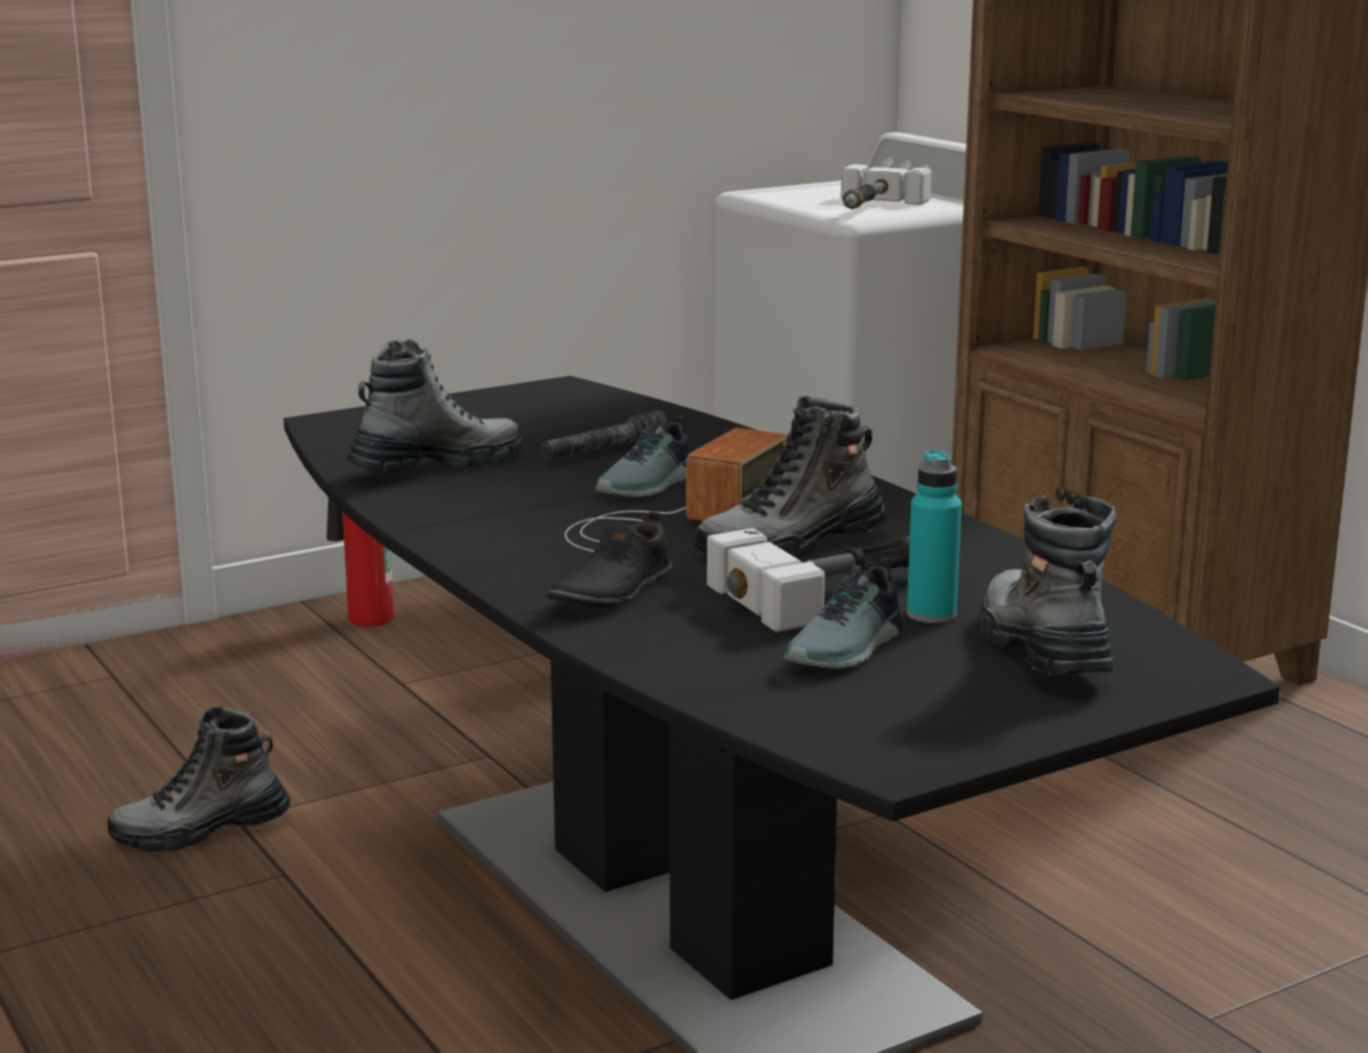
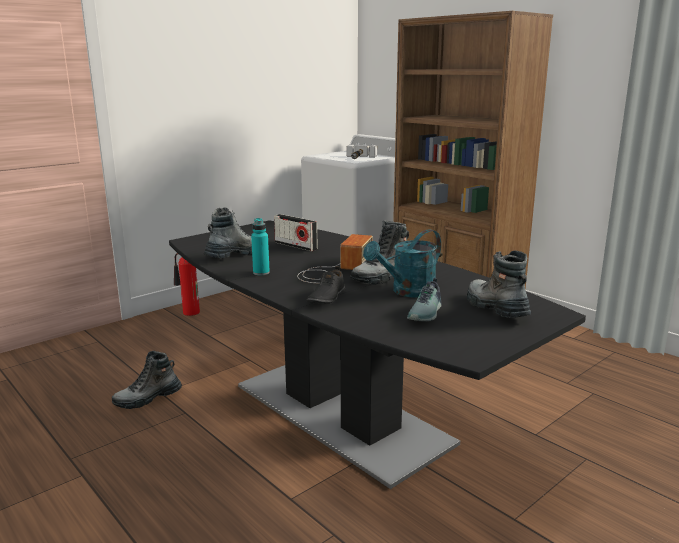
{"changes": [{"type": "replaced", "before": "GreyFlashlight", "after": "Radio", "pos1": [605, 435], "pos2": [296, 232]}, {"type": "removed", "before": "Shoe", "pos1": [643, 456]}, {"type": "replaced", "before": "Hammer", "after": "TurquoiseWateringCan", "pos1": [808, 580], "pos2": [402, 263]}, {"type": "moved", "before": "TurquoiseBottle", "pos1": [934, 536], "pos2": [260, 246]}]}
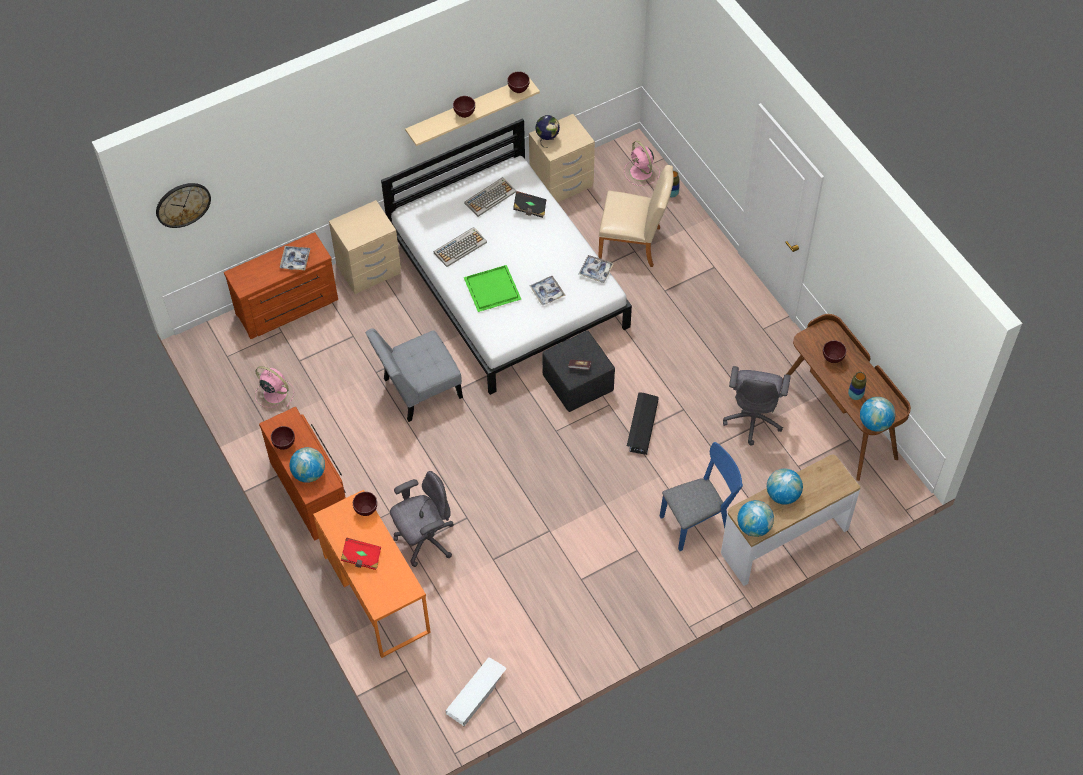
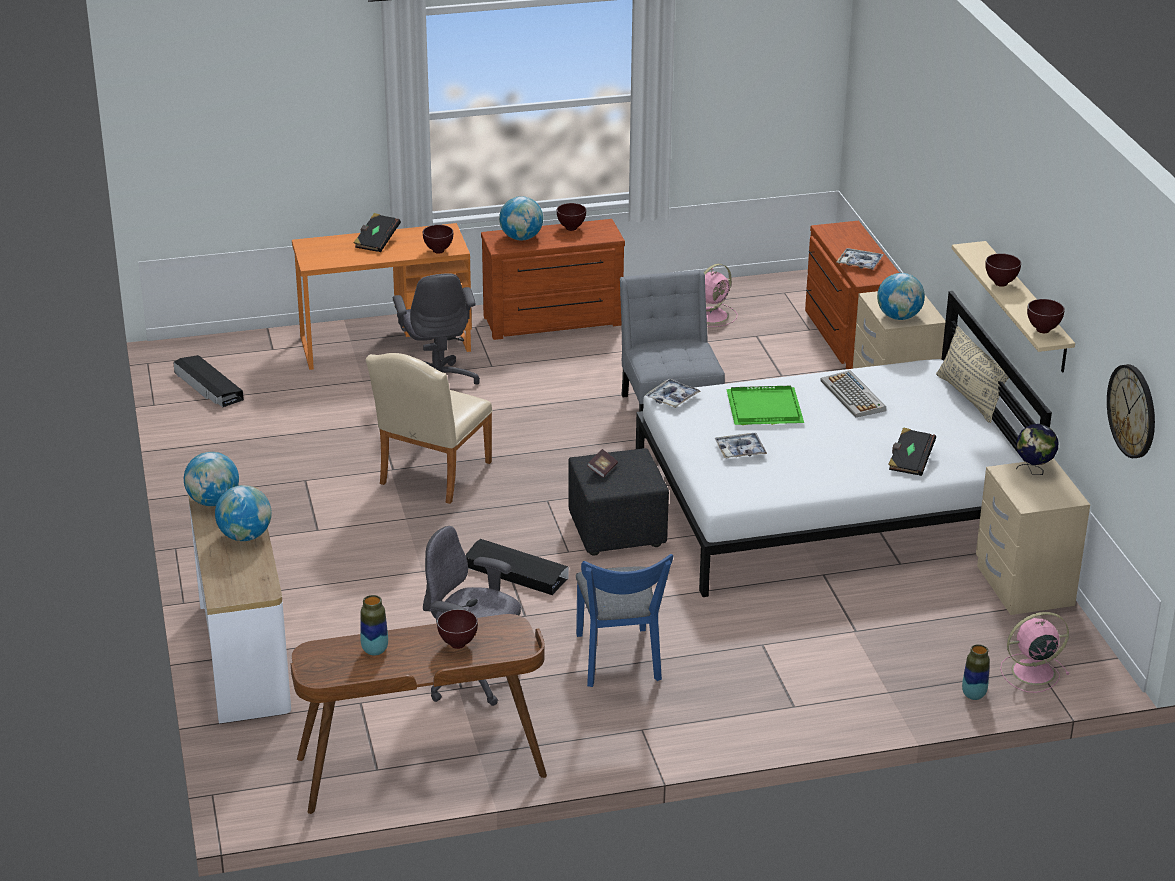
{"changes": [{"type": "moved", "before": "WallClock", "pos1": [183, 205], "pos2": [1131, 411]}, {"type": "recoloured", "before": "RedBook", "after": "BlackBook", "pos1": [361, 553], "pos2": [377, 232]}, {"type": "recoloured", "before": "WhiteStorageBox", "after": "BlackStorageBox", "pos1": [476, 691], "pos2": [208, 381]}, {"type": "removed", "before": "Keyboard", "pos1": [490, 197]}, {"type": "moved", "before": "Tray", "pos1": [596, 269], "pos2": [673, 393]}, {"type": "moved", "before": "BeigeChair", "pos1": [636, 216], "pos2": [429, 428]}, {"type": "moved", "before": "BlueChair", "pos1": [701, 496], "pos2": [624, 620]}, {"type": "moved", "before": "Globe", "pos1": [877, 414], "pos2": [901, 296]}, {"type": "added", "after": "BeigePillow", "pos2": [972, 374]}]}
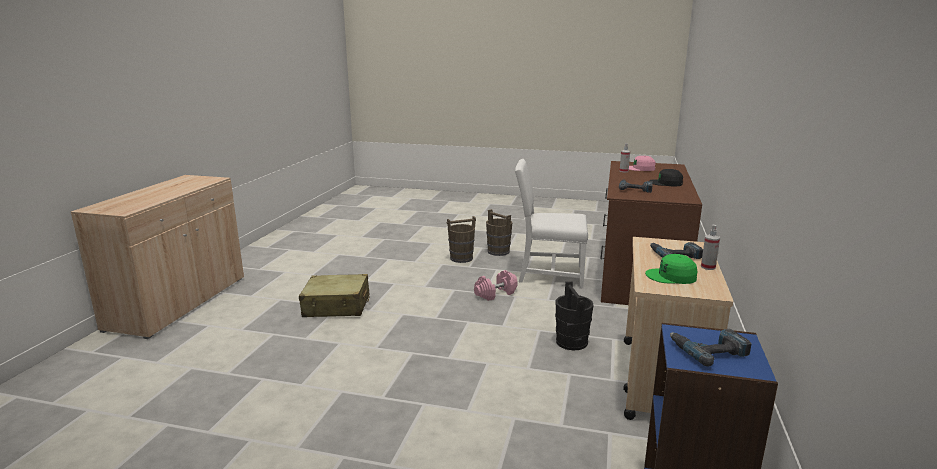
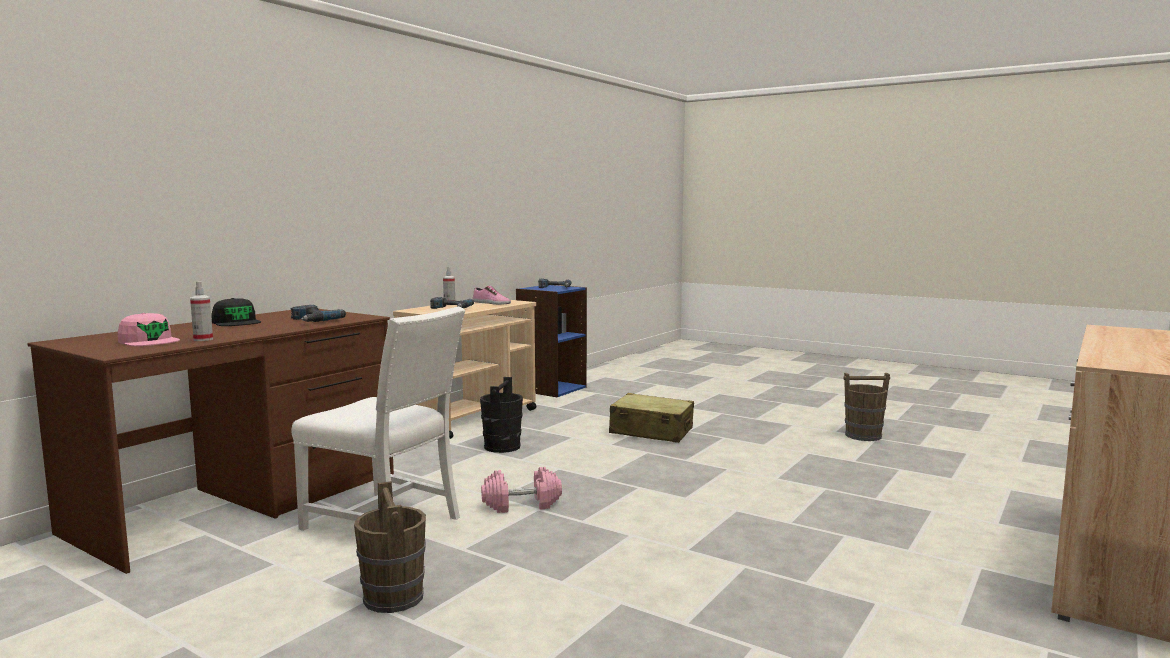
{"changes": [{"type": "moved", "before": "BeigeSuitcase", "pos1": [334, 295], "pos2": [651, 418]}, {"type": "moved", "before": "BrownBucket", "pos1": [461, 239], "pos2": [866, 407]}, {"type": "replaced", "before": "GreenCap", "after": "Shoe", "pos1": [671, 269], "pos2": [492, 295]}]}
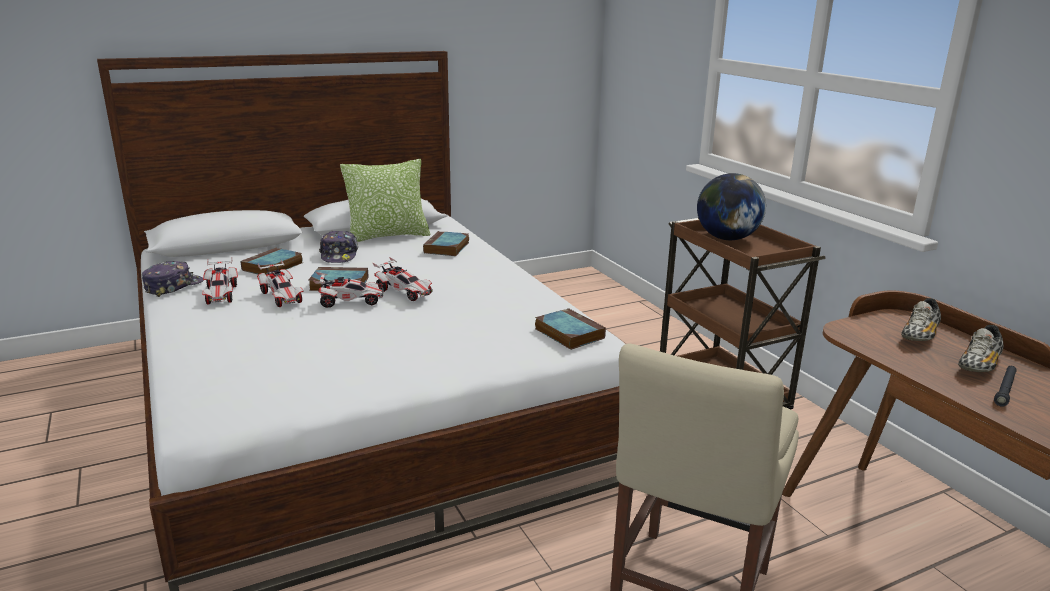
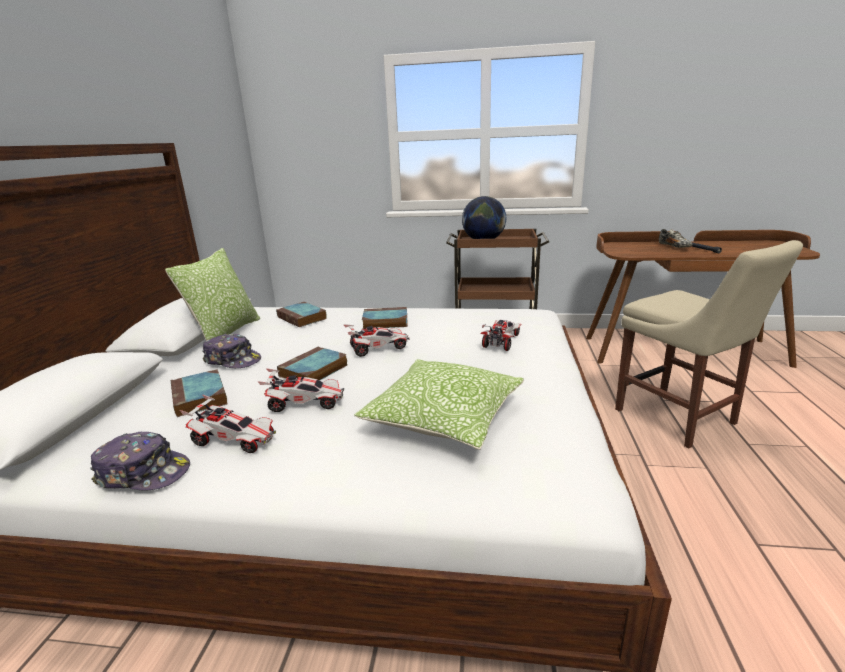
{"changes": [{"type": "turned", "before": "Cap", "pos1": [173, 279], "pos2": [140, 461], "turn": 120}, {"type": "moved", "before": "ToyCar", "pos1": [349, 290], "pos2": [501, 335]}, {"type": "moved", "before": "Book", "pos1": [570, 329], "pos2": [385, 318]}, {"type": "removed", "before": "Shoe", "pos1": [921, 319]}, {"type": "added", "after": "Pillow", "pos2": [439, 404]}]}
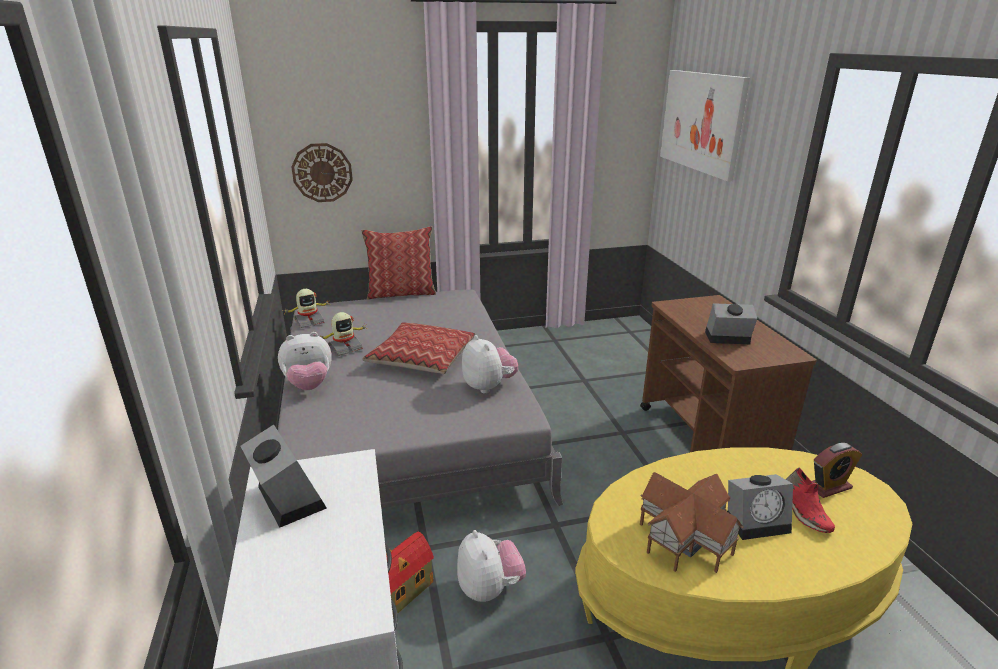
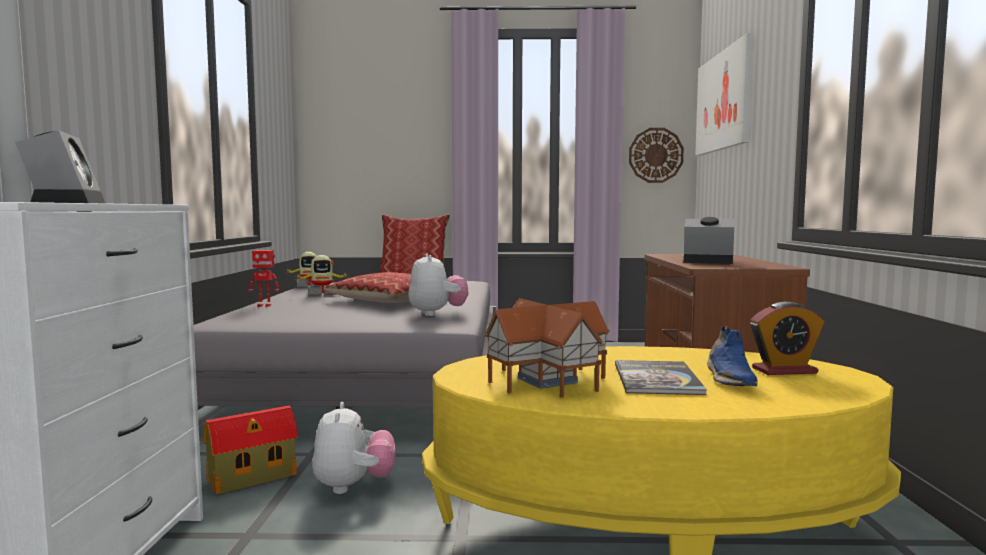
{"changes": [{"type": "replaced", "before": "PlushToy", "after": "ToyRobot", "pos1": [305, 361], "pos2": [263, 278]}, {"type": "moved", "before": "WallClock", "pos1": [322, 172], "pos2": [656, 155]}, {"type": "replaced", "before": "AlarmClock", "after": "Book", "pos1": [760, 507], "pos2": [661, 377]}, {"type": "recoloured", "before": "RedShoe", "after": "BlueShoe", "pos1": [810, 500], "pos2": [732, 356]}]}
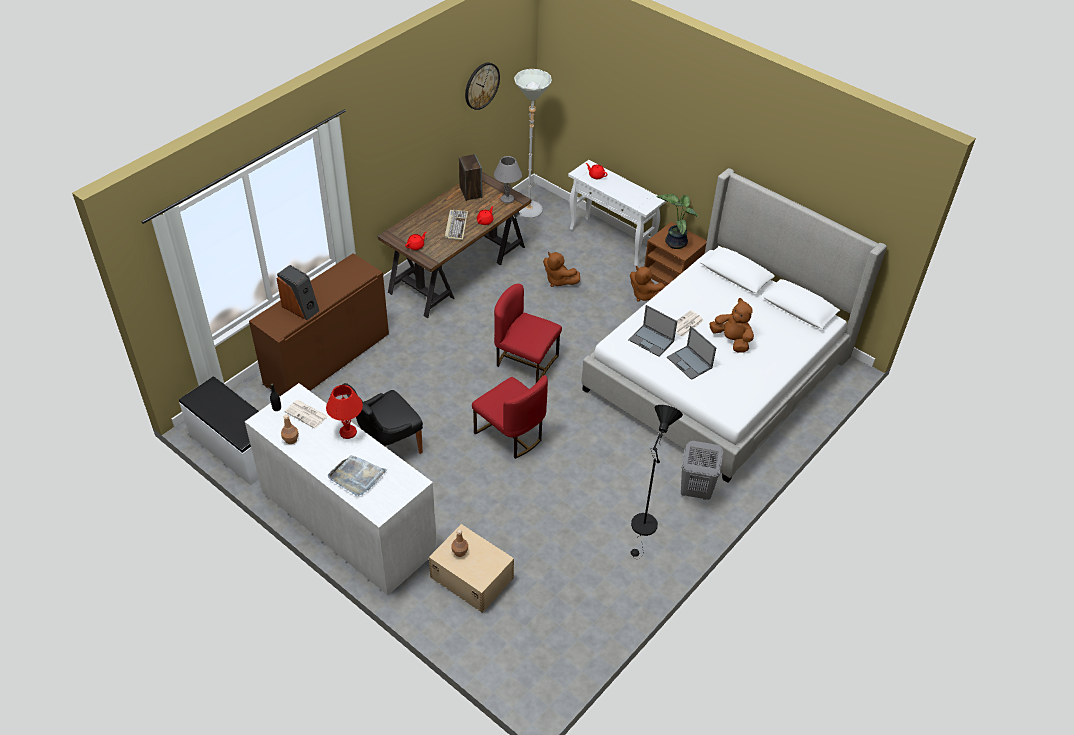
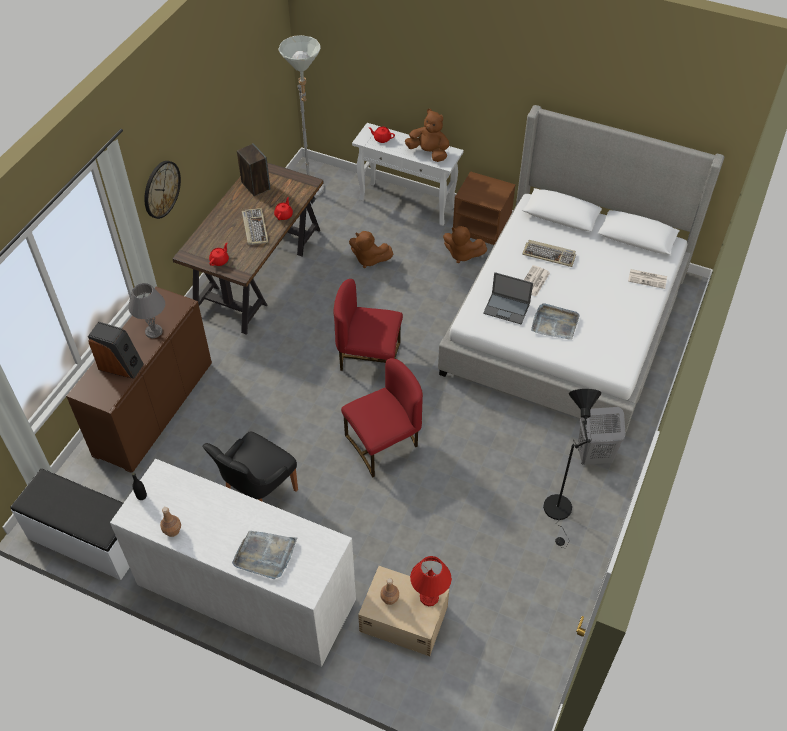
{"changes": [{"type": "moved", "before": "Newspaper", "pos1": [306, 414], "pos2": [647, 279]}, {"type": "moved", "before": "RedTableLamp", "pos1": [344, 412], "pos2": [431, 581]}, {"type": "moved", "before": "WallClock", "pos1": [482, 86], "pos2": [162, 190]}, {"type": "turned", "before": "RedChair", "pos1": [510, 417], "pos2": [382, 418], "turn": -60}, {"type": "moved", "before": "GreyTableLamp", "pos1": [508, 180], "pos2": [147, 311]}, {"type": "removed", "before": "PottedPlant", "pos1": [678, 221]}, {"type": "replaced", "before": "Laptop", "after": "GreyTray", "pos1": [691, 353], "pos2": [555, 321]}, {"type": "moved", "before": "BrownPlushToy", "pos1": [731, 325], "pos2": [427, 135]}, {"type": "added", "after": "Keyboard", "pos2": [549, 253]}]}
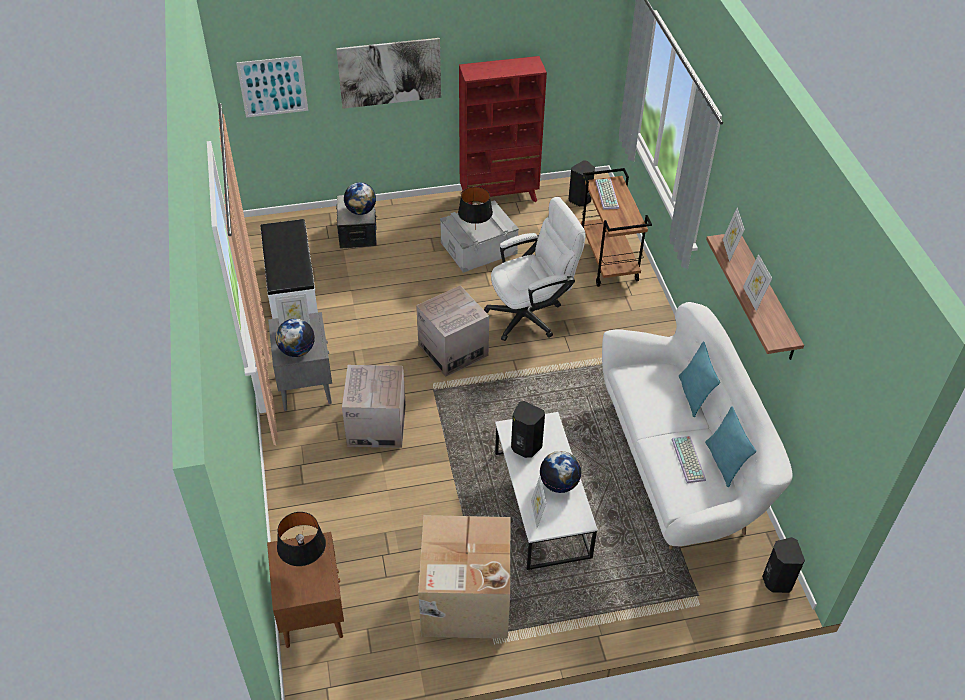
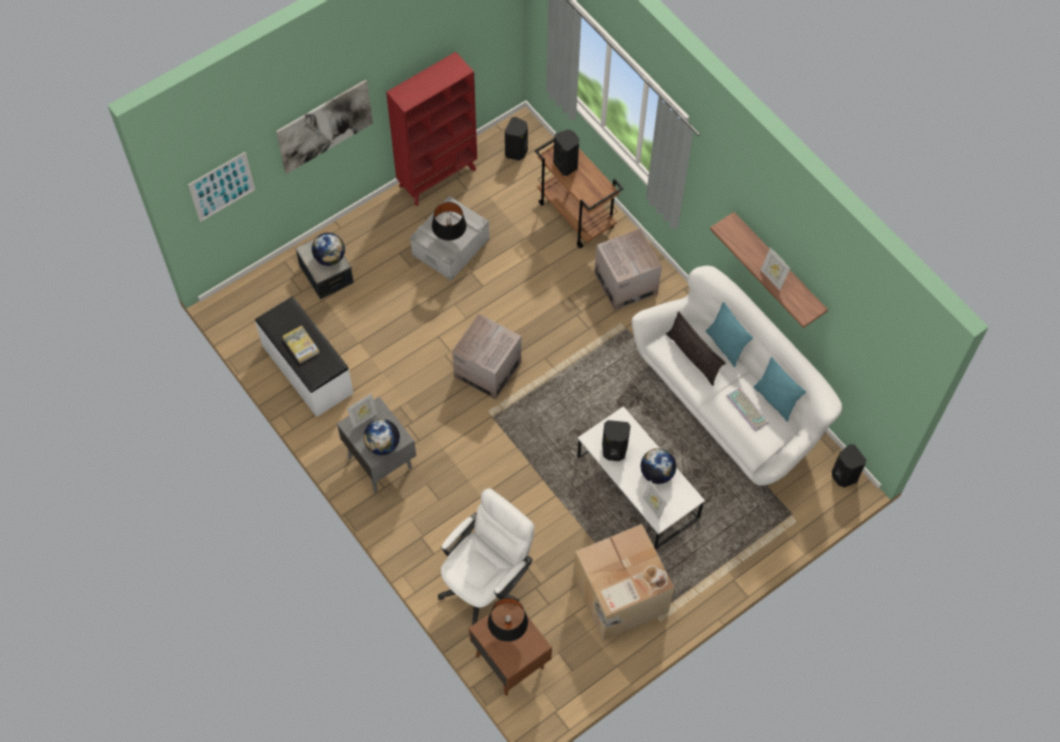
{"changes": [{"type": "moved", "before": "CardboardBox", "pos1": [374, 406], "pos2": [628, 269]}, {"type": "moved", "before": "WhiteOfficeChair", "pos1": [535, 269], "pos2": [486, 556]}, {"type": "replaced", "before": "Keyboard", "after": "BlackSpeaker", "pos1": [607, 194], "pos2": [566, 152]}, {"type": "removed", "before": "PictureFrame", "pos1": [734, 235]}, {"type": "added", "after": "Book", "pos2": [301, 344]}, {"type": "added", "after": "Pillow", "pos2": [696, 348]}]}
